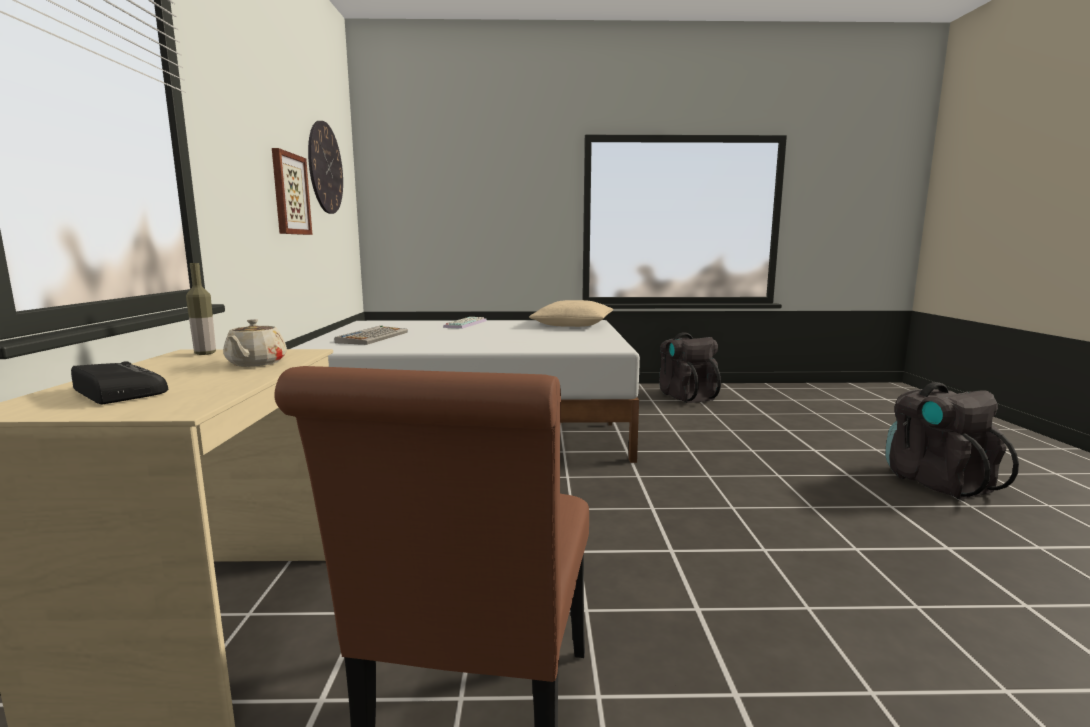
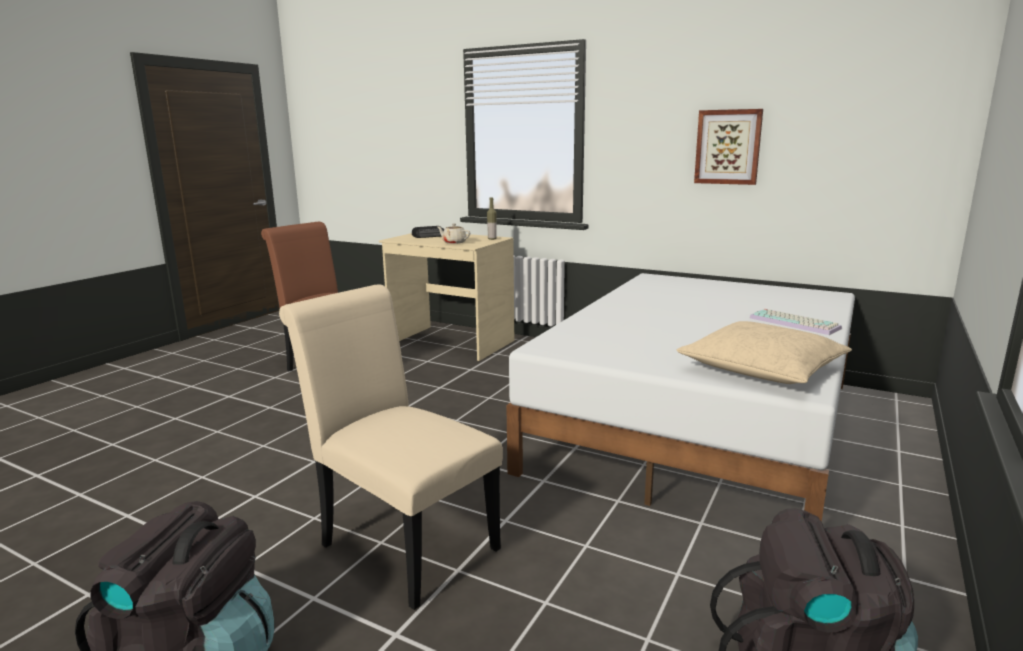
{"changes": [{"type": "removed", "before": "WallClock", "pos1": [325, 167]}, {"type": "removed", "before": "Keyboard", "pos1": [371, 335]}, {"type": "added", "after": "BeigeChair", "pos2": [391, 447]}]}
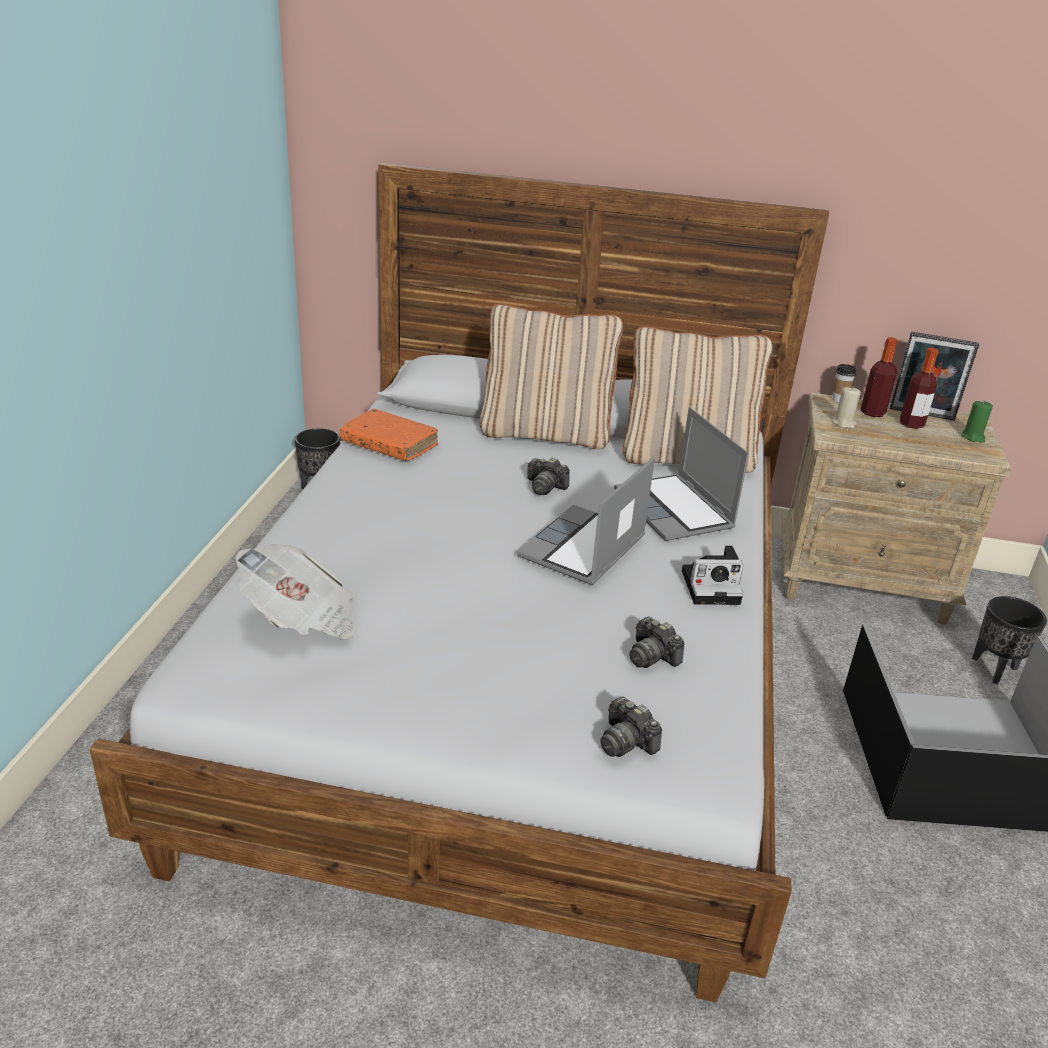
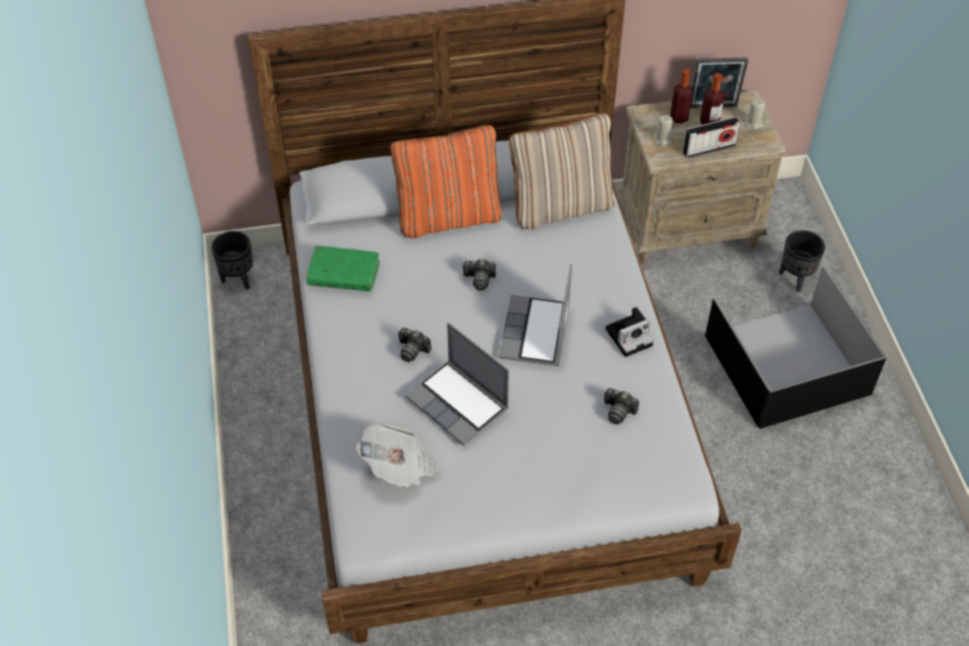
{"changes": [{"type": "recoloured", "before": "OrangeBook", "after": "GreenBook", "pos1": [389, 435], "pos2": [343, 269]}, {"type": "recoloured", "before": "BeigePillow", "after": "OrangePillow", "pos1": [551, 377], "pos2": [446, 181]}, {"type": "moved", "before": "PhotoCamera", "pos1": [631, 726], "pos2": [415, 344]}, {"type": "moved", "before": "Laptop", "pos1": [681, 474], "pos2": [457, 384]}, {"type": "removed", "before": "Cup", "pos1": [844, 383]}, {"type": "recoloured", "before": "GreenCandle", "after": "BeigeCandle", "pos1": [977, 421], "pos2": [755, 113]}, {"type": "added", "after": "Radio", "pos2": [711, 137]}]}
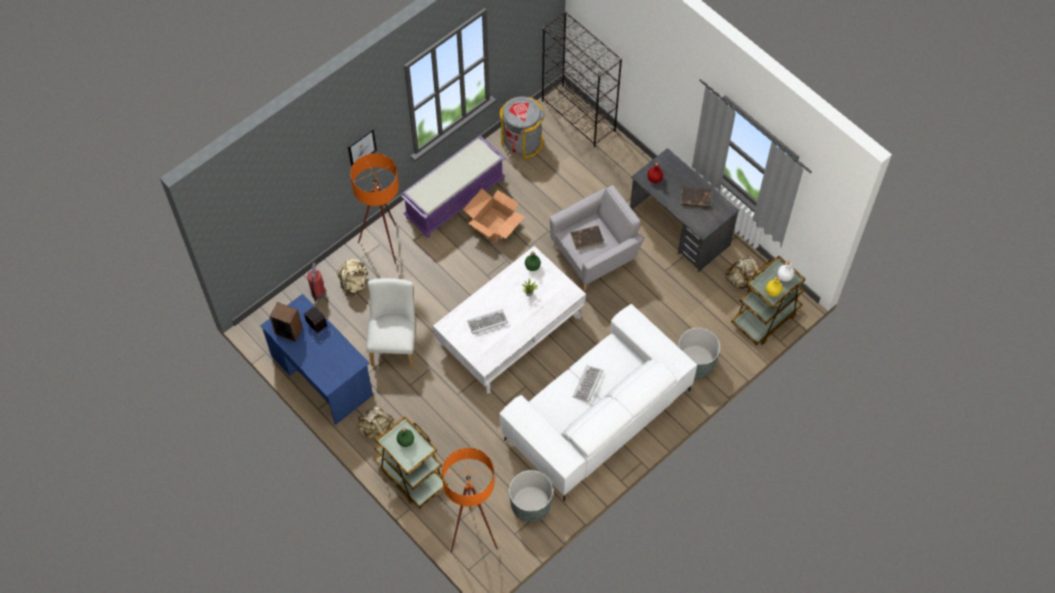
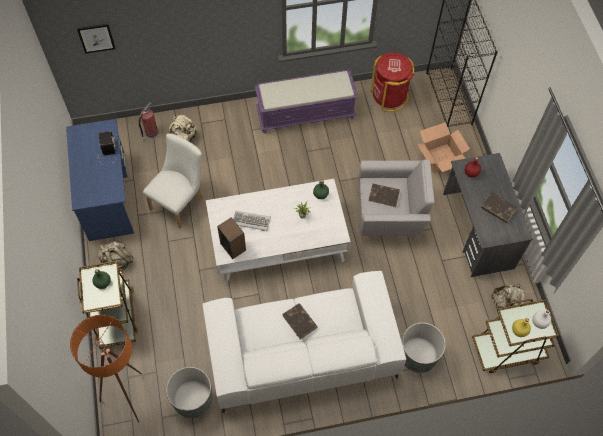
{"changes": [{"type": "moved", "before": "Speaker", "pos1": [286, 322], "pos2": [231, 238]}, {"type": "moved", "before": "Picture", "pos1": [362, 147], "pos2": [96, 39]}, {"type": "removed", "before": "OrangeFloorLamp", "pos1": [374, 208]}, {"type": "moved", "before": "CardboardBox", "pos1": [494, 215], "pos2": [443, 147]}, {"type": "recoloured", "before": "GreyTrashCan", "after": "RedTrashCan", "pos1": [522, 128], "pos2": [392, 82]}, {"type": "replaced", "before": "Keyboard", "after": "BrownBook", "pos1": [588, 383], "pos2": [300, 321]}]}
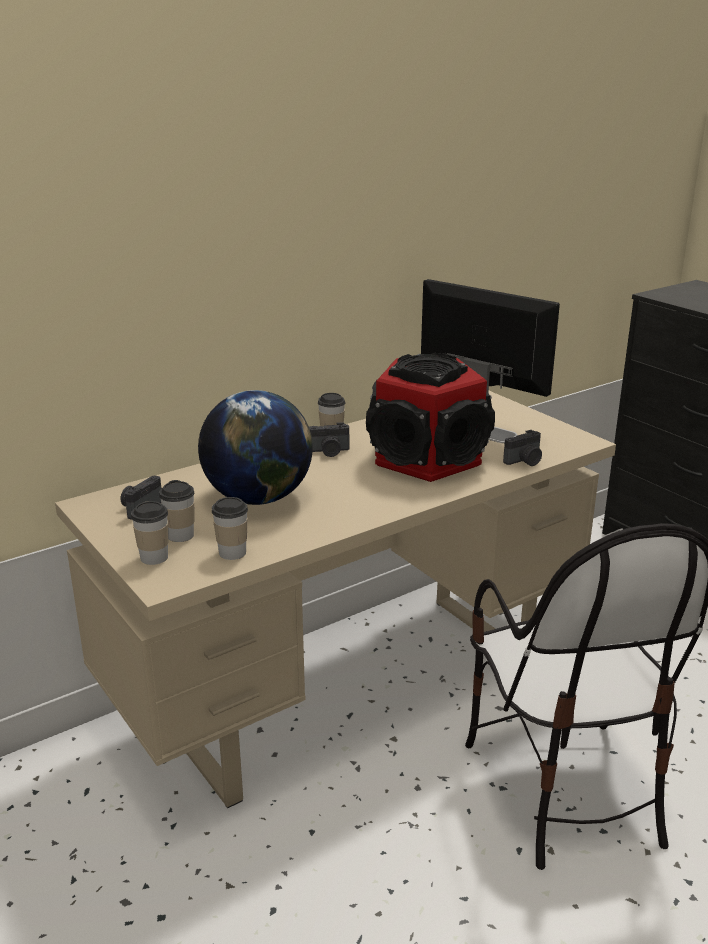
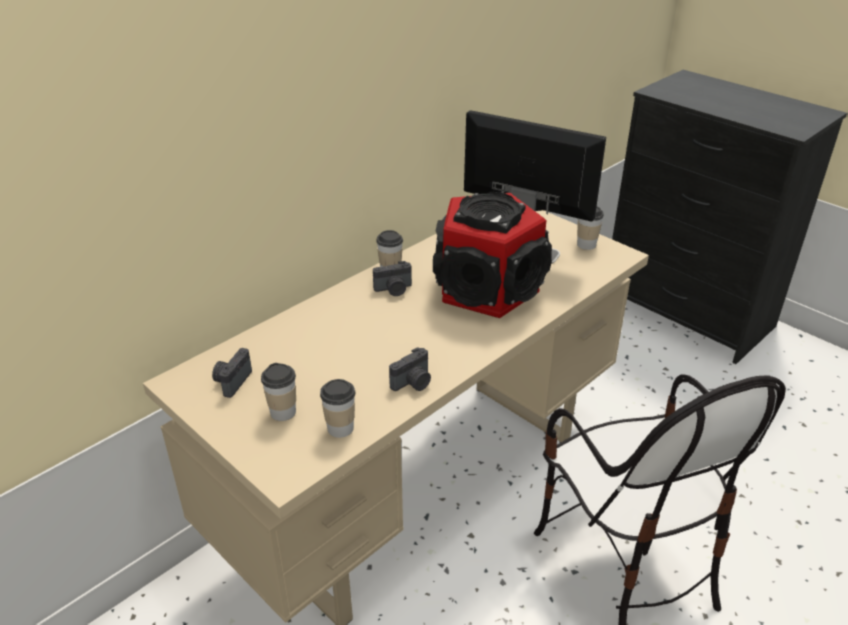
{"changes": [{"type": "moved", "before": "Cup", "pos1": [149, 533], "pos2": [590, 228]}, {"type": "removed", "before": "Globe", "pos1": [255, 447]}, {"type": "moved", "before": "PhotoCamera", "pos1": [522, 448], "pos2": [410, 369]}]}
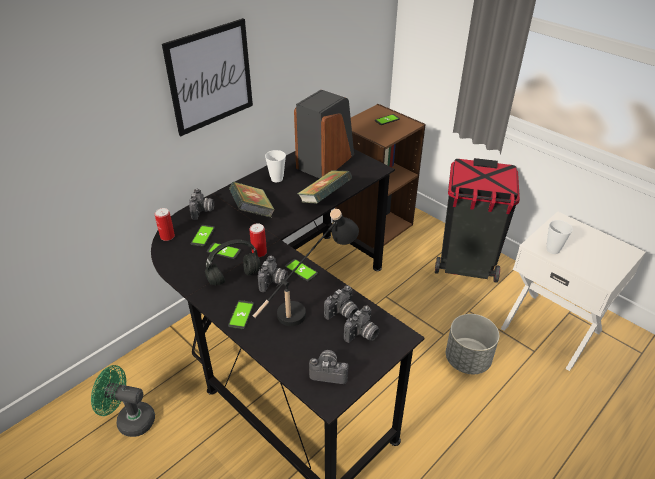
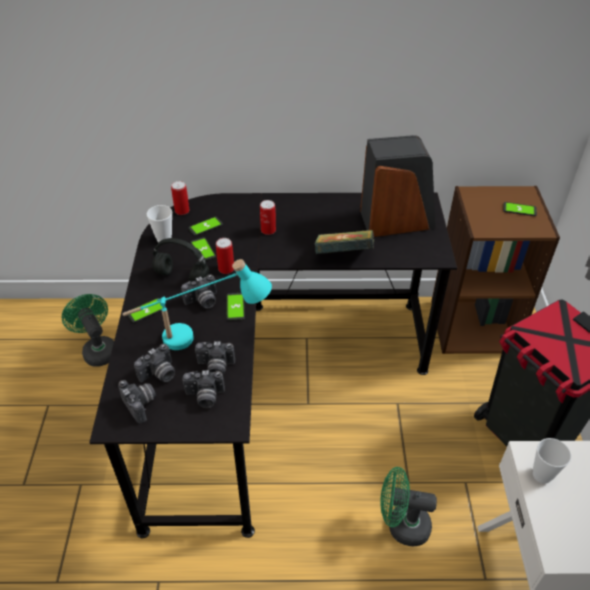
{"changes": [{"type": "removed", "before": "Picture", "pos1": [207, 77]}, {"type": "moved", "before": "PhotoCamera", "pos1": [201, 204], "pos2": [154, 363]}, {"type": "replaced", "before": "Book", "after": "Can", "pos1": [252, 200], "pos2": [268, 217]}, {"type": "recoloured", "before": "BlackTableLamp", "after": "TurquoiseTableLamp", "pos1": [306, 267], "pos2": [197, 304]}, {"type": "moved", "before": "Cup", "pos1": [275, 166], "pos2": [159, 223]}, {"type": "replaced", "before": "GreyPlanter", "after": "GreenFan", "pos1": [472, 344], "pos2": [408, 506]}]}
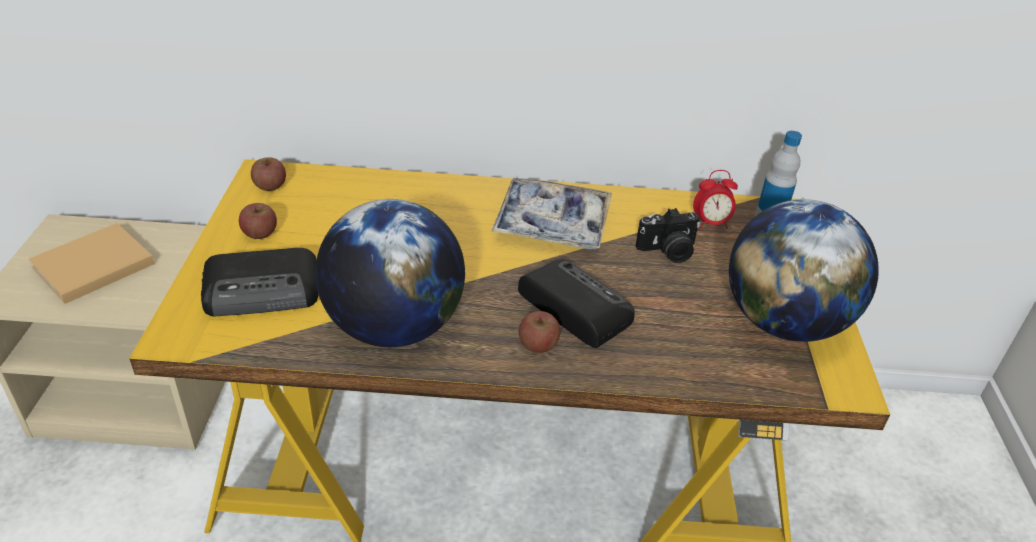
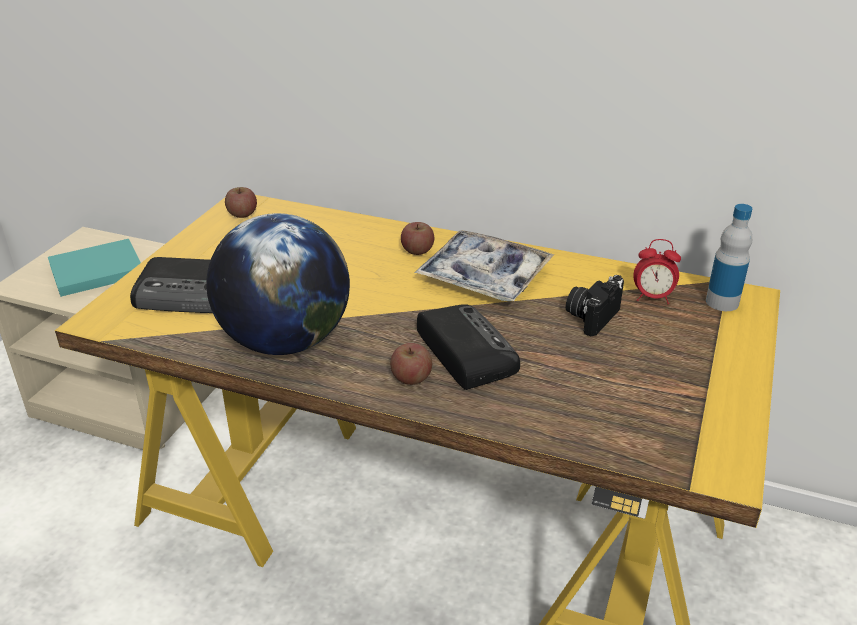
{"changes": [{"type": "recoloured", "before": "BeigeBook", "after": "TurquoiseBook", "pos1": [91, 263], "pos2": [94, 268]}, {"type": "moved", "before": "Apple", "pos1": [258, 221], "pos2": [417, 238]}, {"type": "turned", "before": "PhotoCamera", "pos1": [668, 235], "pos2": [595, 305], "turn": 120}, {"type": "removed", "before": "Globe", "pos1": [804, 270]}]}
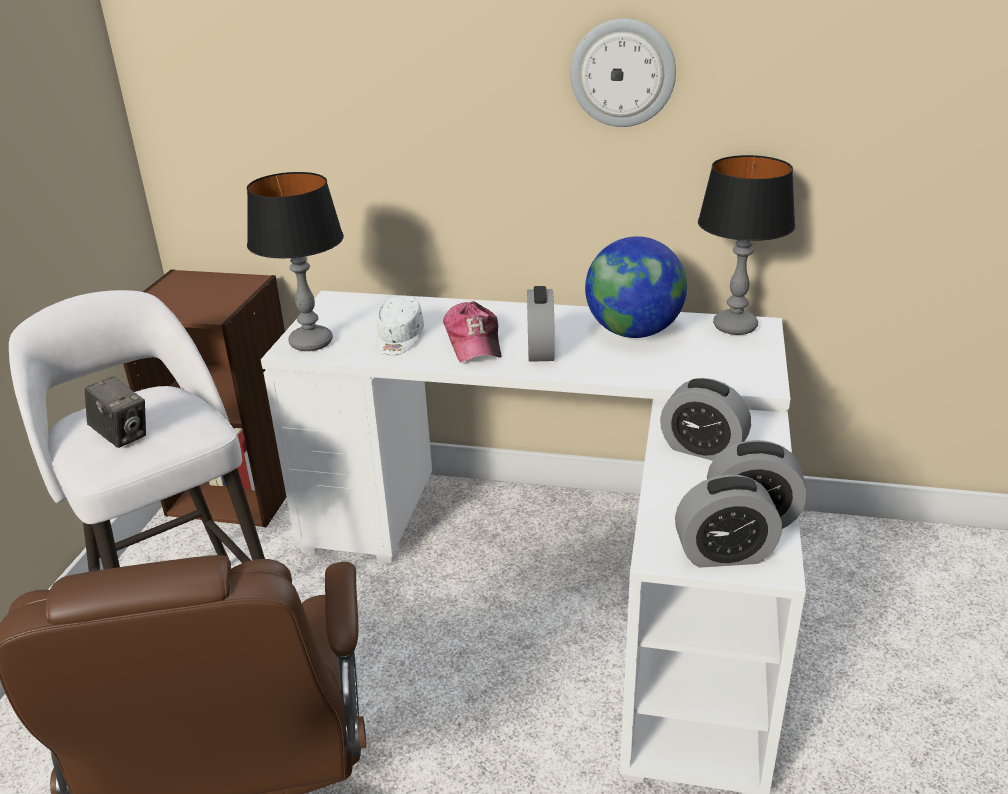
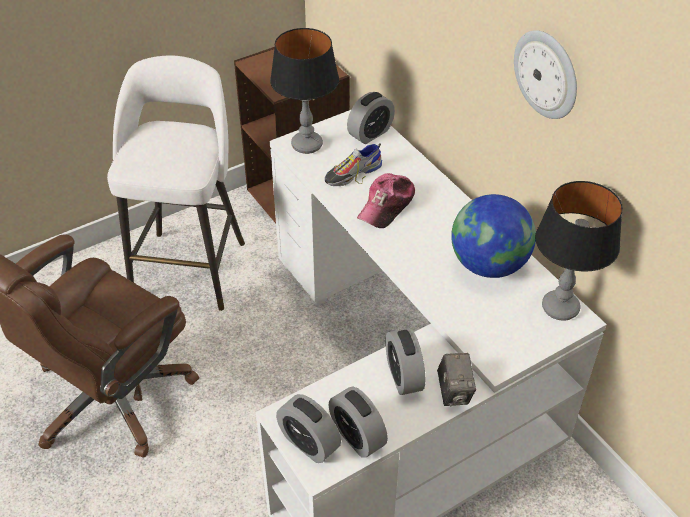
{"changes": [{"type": "moved", "before": "PhotoCamera", "pos1": [115, 412], "pos2": [456, 379]}, {"type": "replaced", "before": "WhiteCap", "after": "Shoe", "pos1": [400, 325], "pos2": [353, 164]}, {"type": "moved", "before": "AlarmClock", "pos1": [541, 324], "pos2": [371, 118]}]}
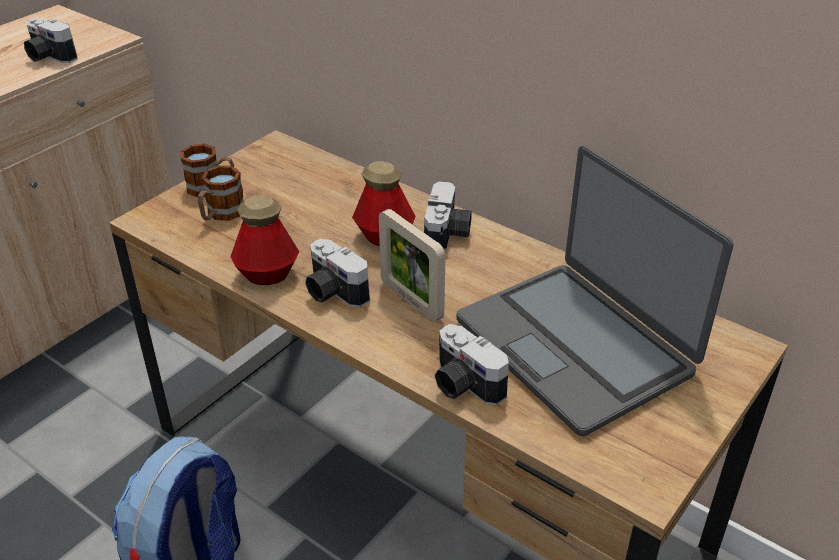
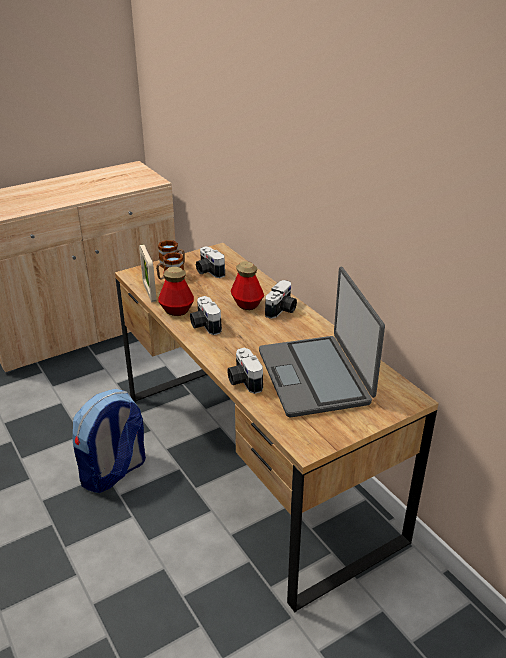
{"changes": [{"type": "moved", "before": "PhotoCamera", "pos1": [50, 40], "pos2": [210, 262]}, {"type": "moved", "before": "PictureFrame", "pos1": [412, 265], "pos2": [148, 273]}]}
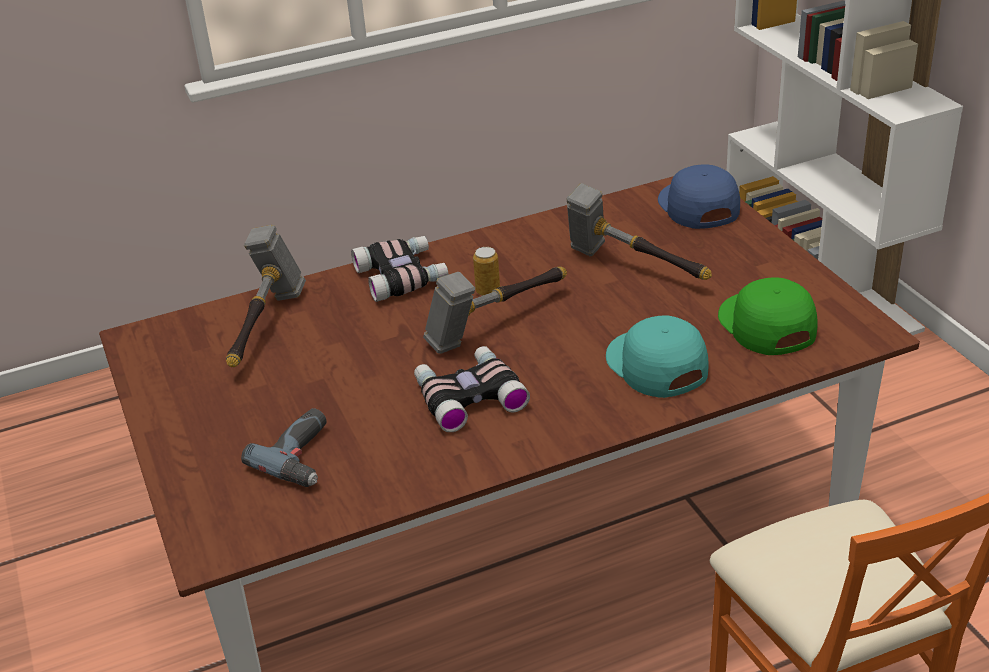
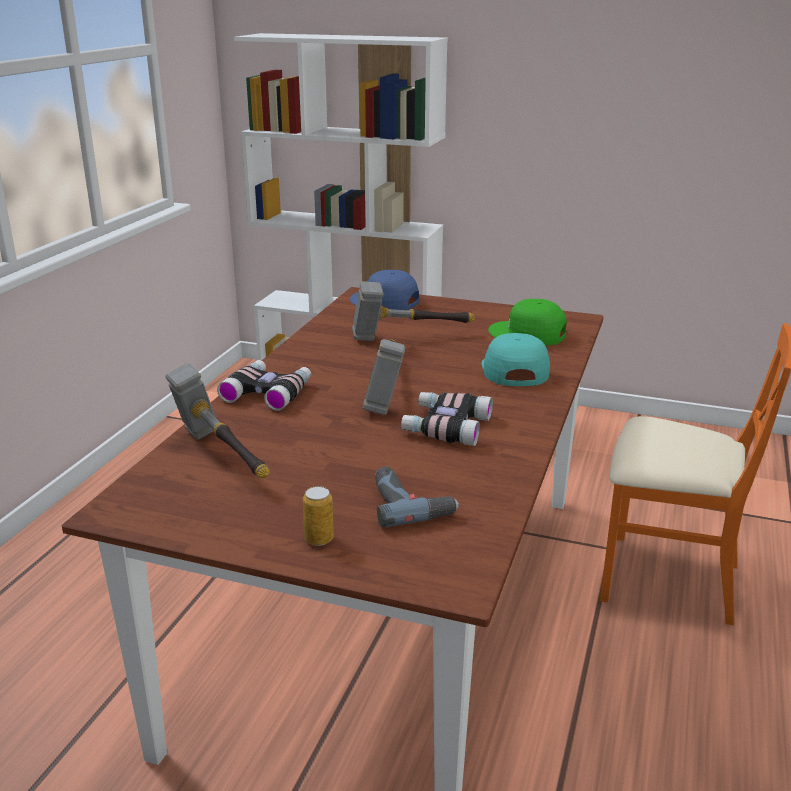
{"changes": [{"type": "moved", "before": "Can", "pos1": [486, 271], "pos2": [318, 516]}, {"type": "turned", "before": "TurquoiseCap", "pos1": [657, 356], "pos2": [516, 359], "turn": 75}]}
